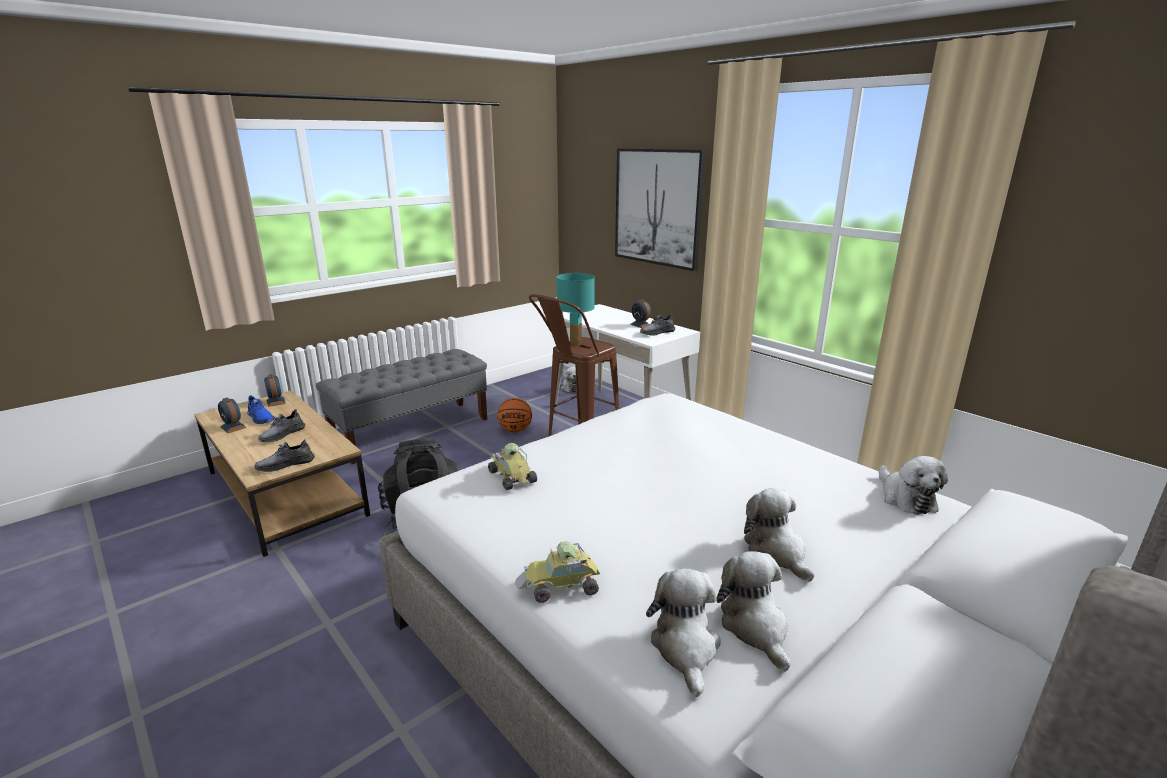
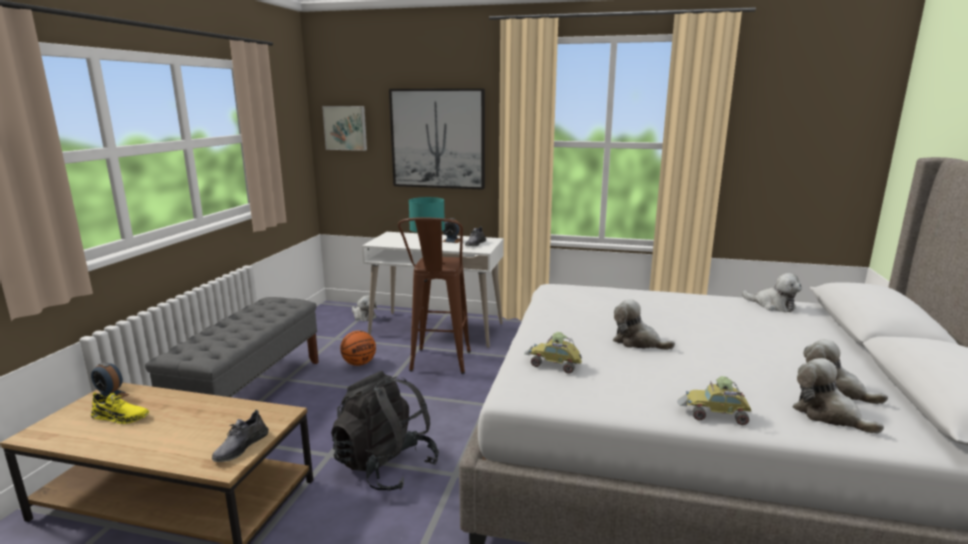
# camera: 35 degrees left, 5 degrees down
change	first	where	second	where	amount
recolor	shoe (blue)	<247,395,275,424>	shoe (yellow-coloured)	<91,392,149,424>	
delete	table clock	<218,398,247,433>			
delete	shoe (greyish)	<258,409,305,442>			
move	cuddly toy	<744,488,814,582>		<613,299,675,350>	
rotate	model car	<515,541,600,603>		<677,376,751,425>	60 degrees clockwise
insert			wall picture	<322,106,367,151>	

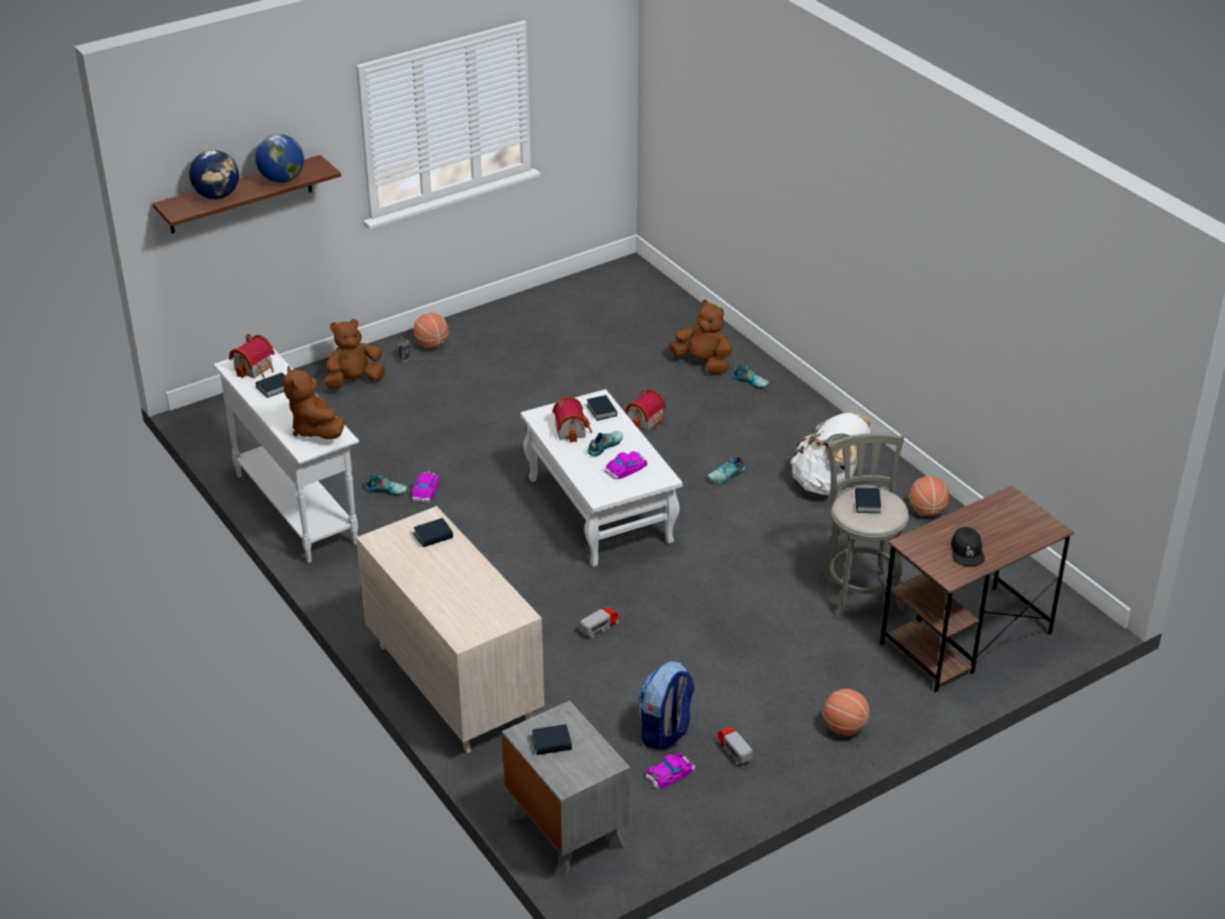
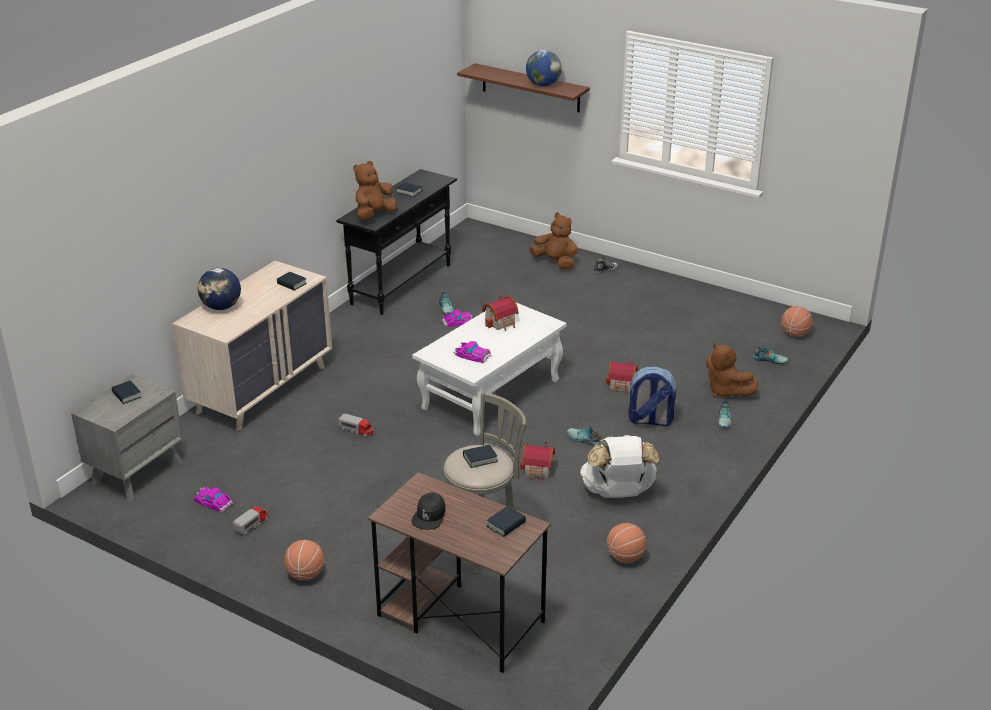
# camera: 65 degrees right, 5 degrees down
change	first	where	second	where	amount
move	desk globe	<189,150,239,199>		<198,268,241,310>	
rotate	cuddly toy (brown)	<669,300,732,374>		<706,343,758,398>	135 degrees clockwise
move	basketball ball	<414,313,449,348>		<781,306,812,337>	
move	miniature house	<229,333,275,379>		<521,441,555,482>	
recolor	narrow table (white)	<213,348,359,563>	narrow table (blackish)	<336,169,457,315>	
move	book	<587,395,617,421>		<486,506,526,537>	
move	shoe	<587,431,623,456>		<753,346,788,365>	
rotate	cap (blackish)	<951,527,985,566>		<411,493,446,530>	45 degrees counterclockwise
move	rucksack	<639,661,695,750>		<629,366,676,427>	

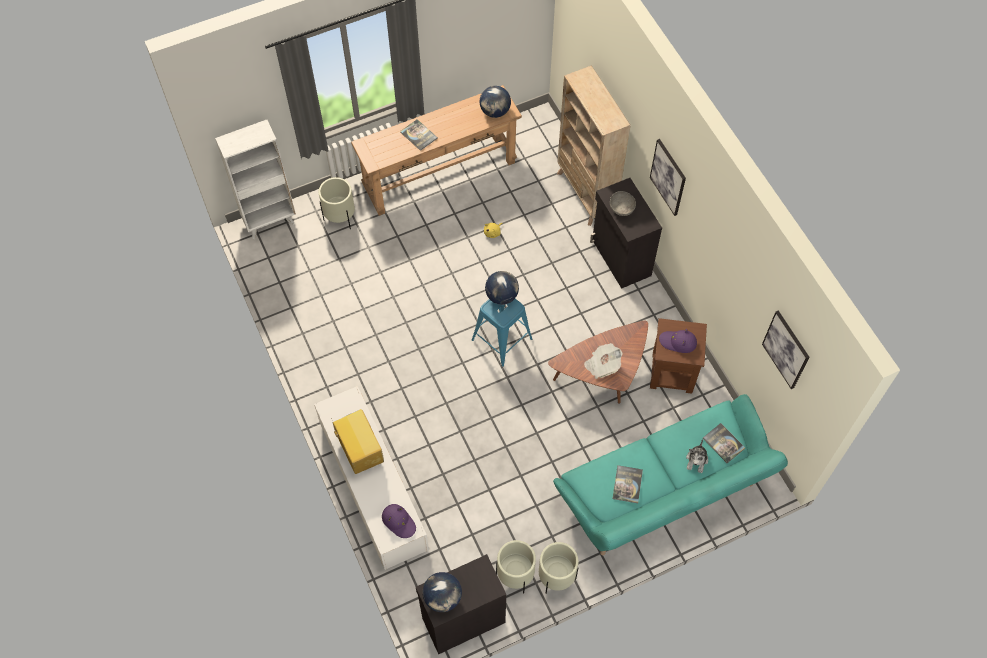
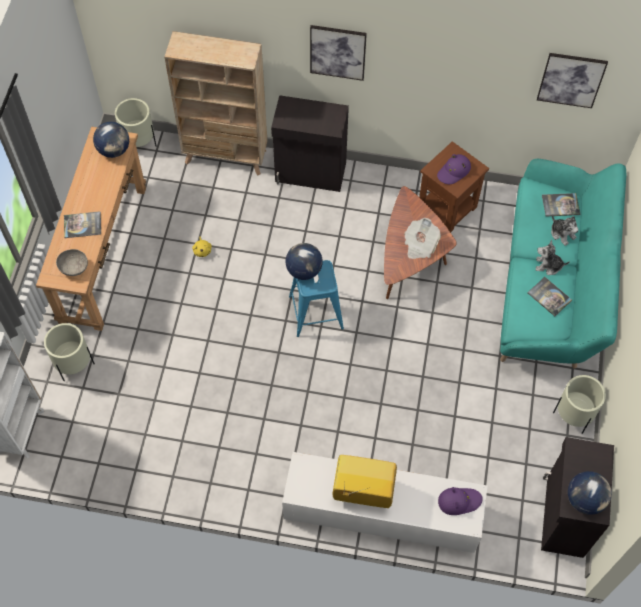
# camera: 55 degrees left, 0 degrees up
change	first	where	second	where	amount
move	deep dish (greyish)	<610,191,636,216>		<56,249,88,276>	
move	planter (sand-coloured)	<496,540,536,594>		<115,98,156,147>	
insert			cuddly toy	<536,240,570,275>	

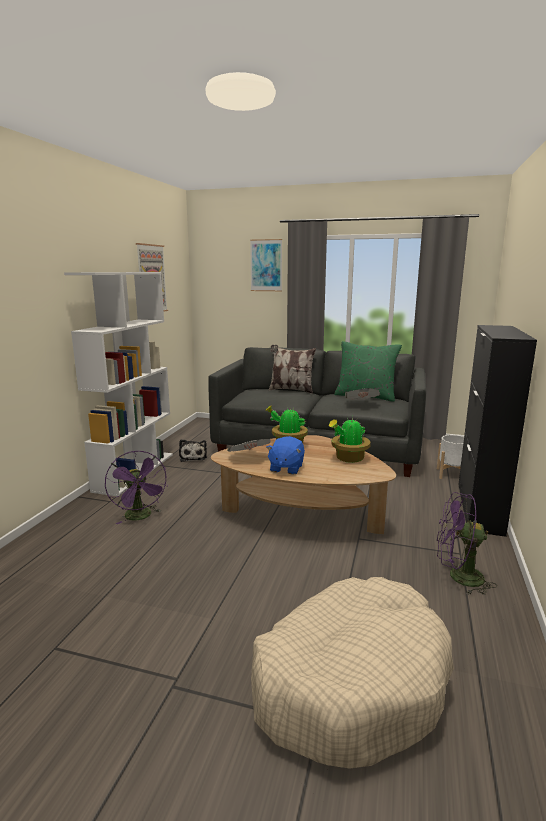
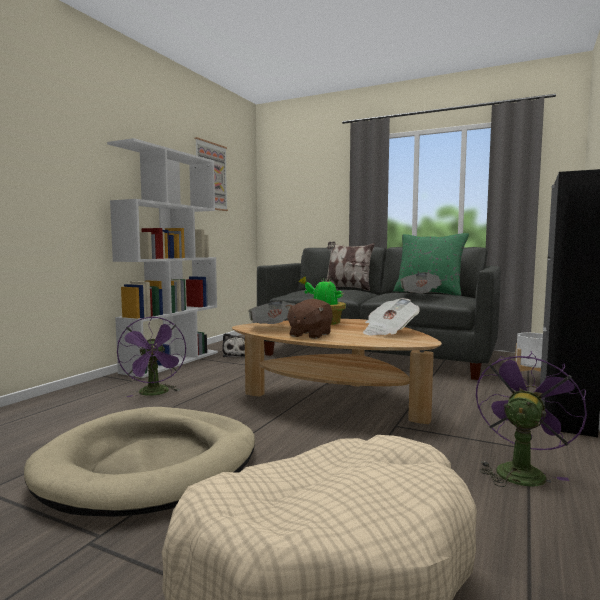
# camera: 10 degrees right, 10 degrees down
change	first	where	second	where	amount
delete	wall picture	<250,239,282,291>			
replace	houseplant	<329,417,371,463>	daily paper	<363,298,420,335>	
recolor	cuddly toy (blue)	<266,436,305,475>	cuddly toy (brown)	<286,299,333,339>	
rotate	electric fan (purplish)	<437,492,497,595>		<476,351,587,487>	105 degrees clockwise
insert			dog bed (sand-coloured)	<24,407,255,517>	

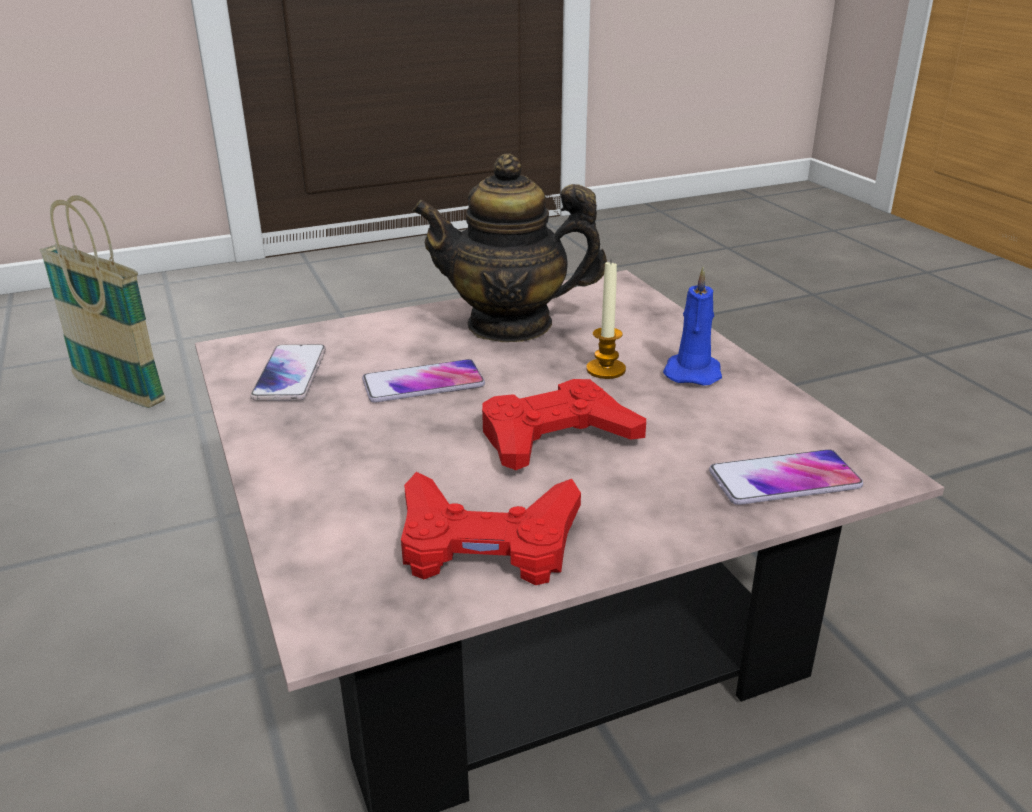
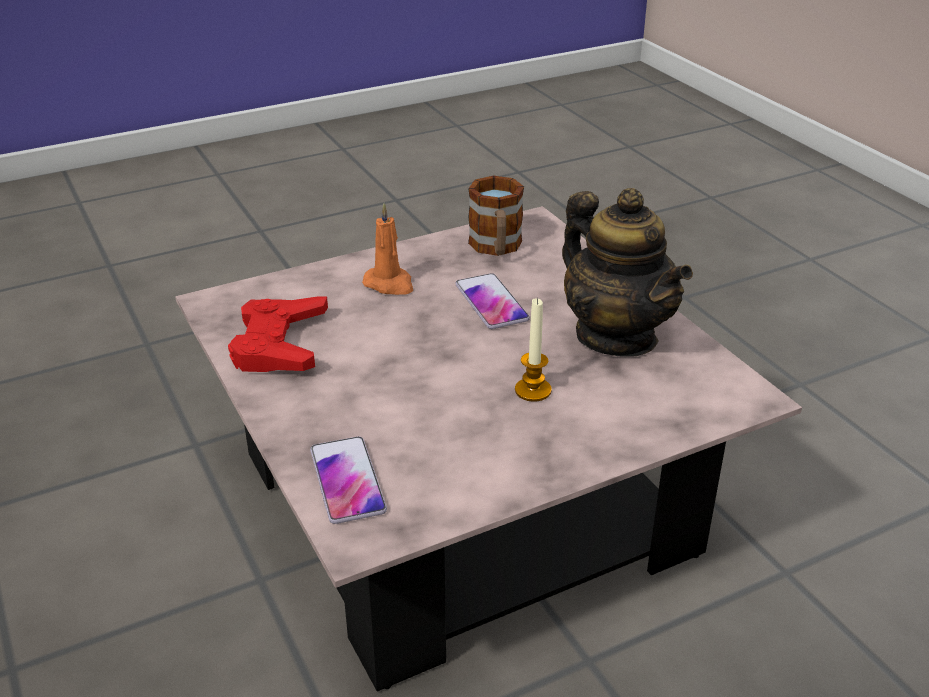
# camera: 85 degrees right, 5 degrees up
change	first	where	second	where	amount
rotate	tea pot	<412,154,607,342>		<562,188,693,357>	150 degrees clockwise
delete	storage basket	<40,195,165,408>			
delete	candle (blue)	<663,267,722,385>			
replace	phone	<250,344,326,401>	coffee mug	<468,176,524,256>	
delete	game controller (red-coloured)	<482,379,646,470>			
insert			candle (orange)	<362,203,413,295>	

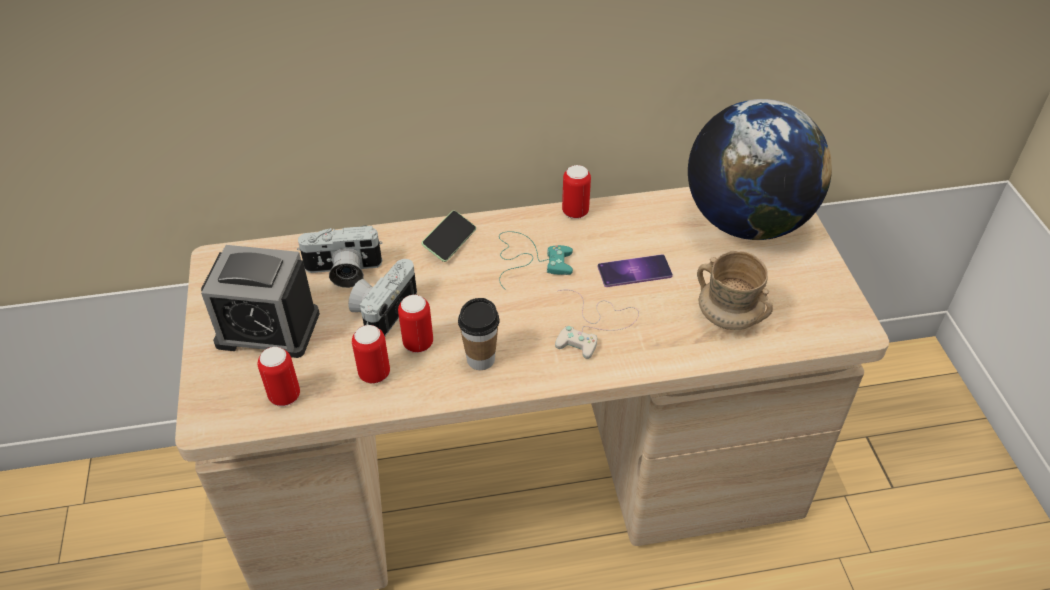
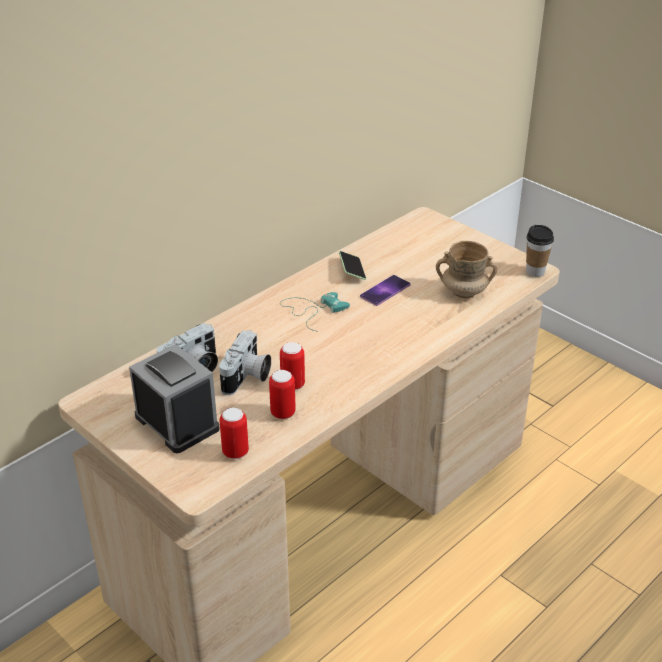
# camera: 35 degrees left, 10 degrees down
change	first	where	second	where	amount
delete	desk globe	<688,99,832,240>			
delete	can	<562,165,591,219>			
move	phone	<421,210,476,262>		<339,251,366,280>	
rotate	table clock	<201,245,320,358>		<129,344,220,453>	105 degrees counterclockwise
rotate	still camera	<348,259,417,336>		<219,330,271,395>	150 degrees counterclockwise
delete	game controller (white)	<555,289,639,359>			
move	drinking cup	<458,298,499,370>		<526,225,554,277>	

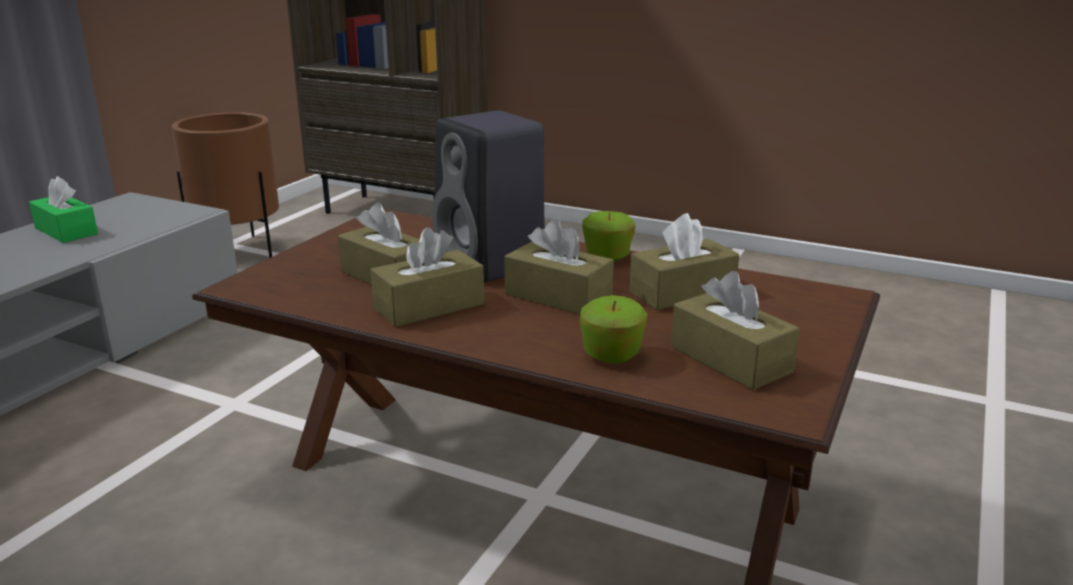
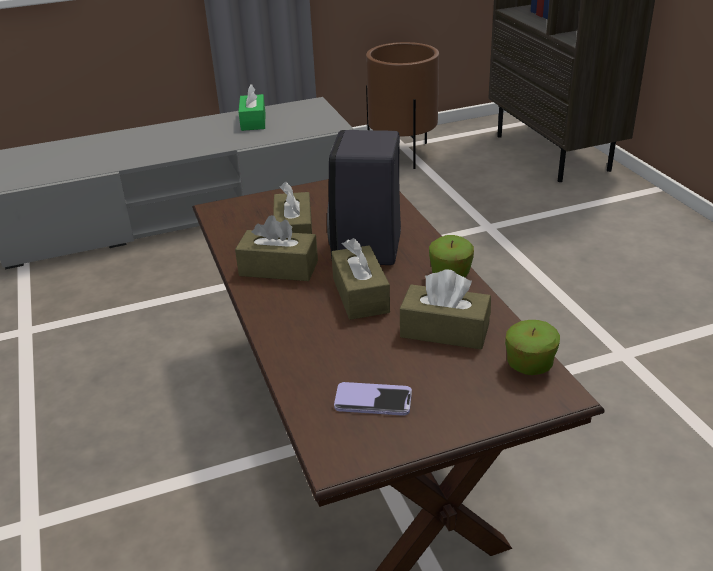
# camera: 45 degrees right, 10 degrees up
change	first	where	second	where	amount
replace	box of tissues (brown)	<671,271,800,390>	phone	<334,382,412,416>	
move	apple	<580,295,647,364>		<505,320,560,375>	

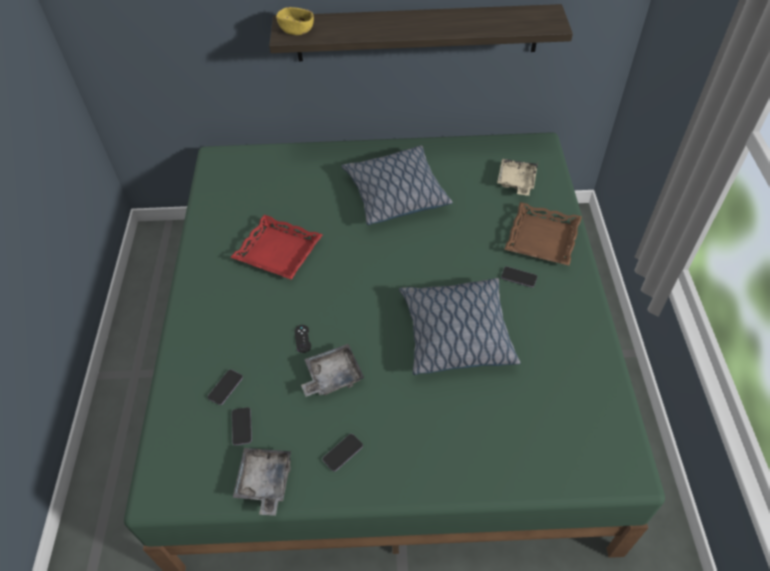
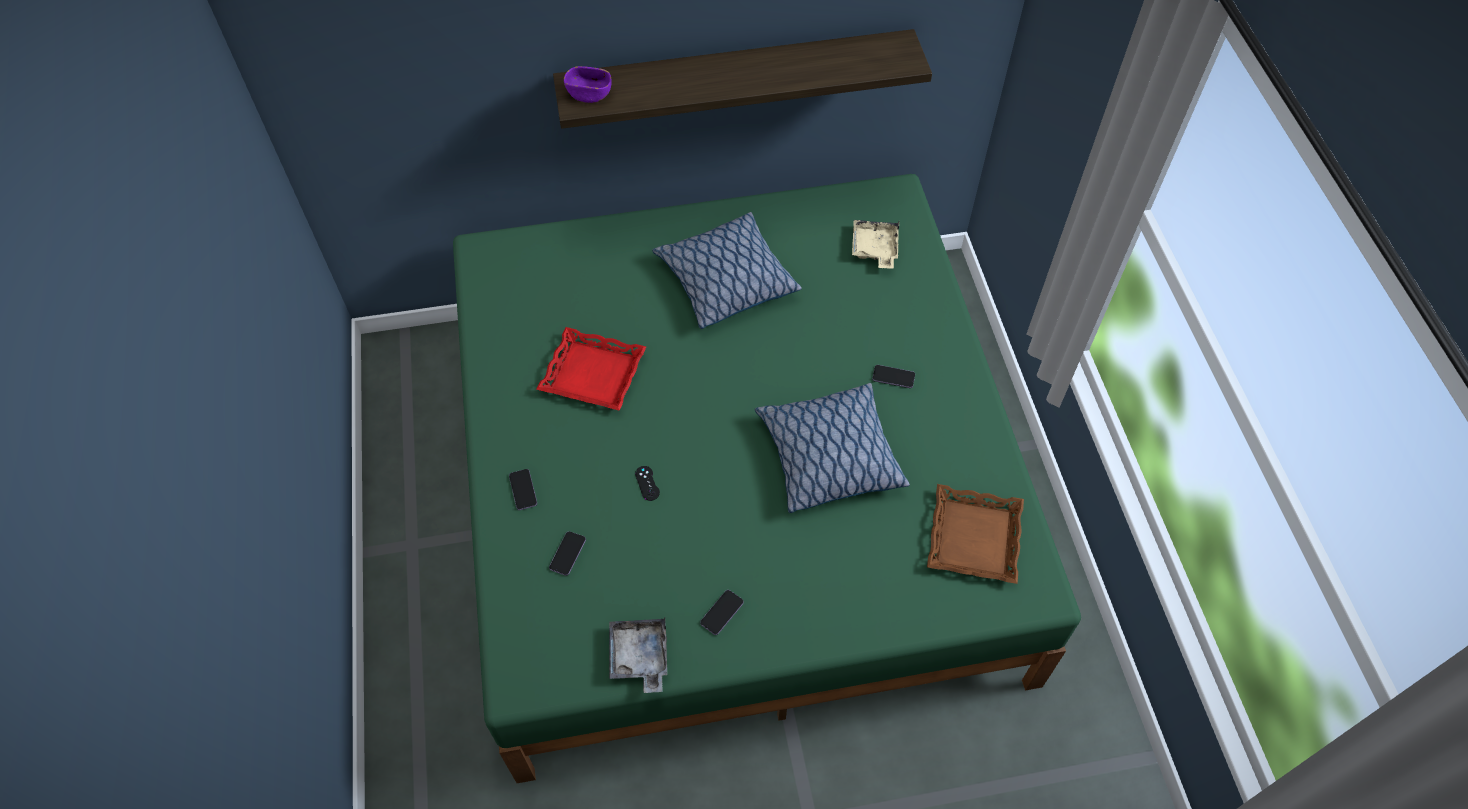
# camera: 10 degrees left, 5 degrees up
change	first	where	second	where	amount
recolor	deep dish (yellow-coloured)	<276,7,314,35>	deep dish (purplish)	<564,66,611,103>	
move	serving tray (brown)	<504,202,582,266>		<927,484,1024,584>	
delete	serving tray (greyish)	<301,344,364,397>			
move	phone	<232,407,252,446>		<509,469,537,510>	

